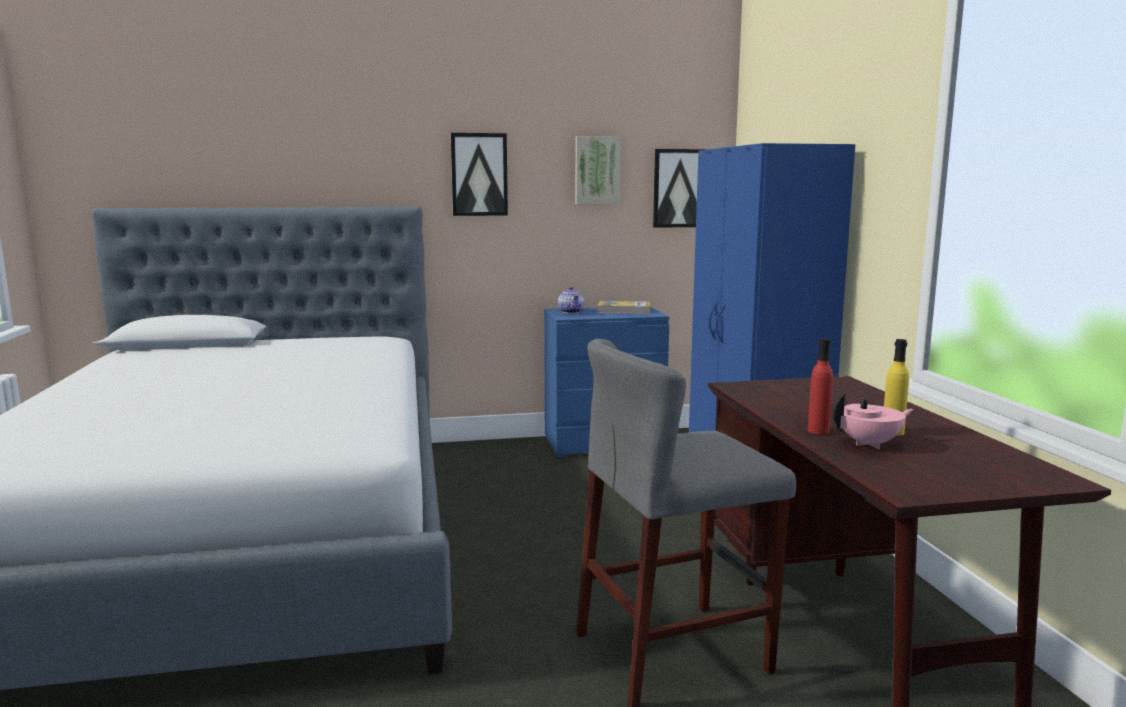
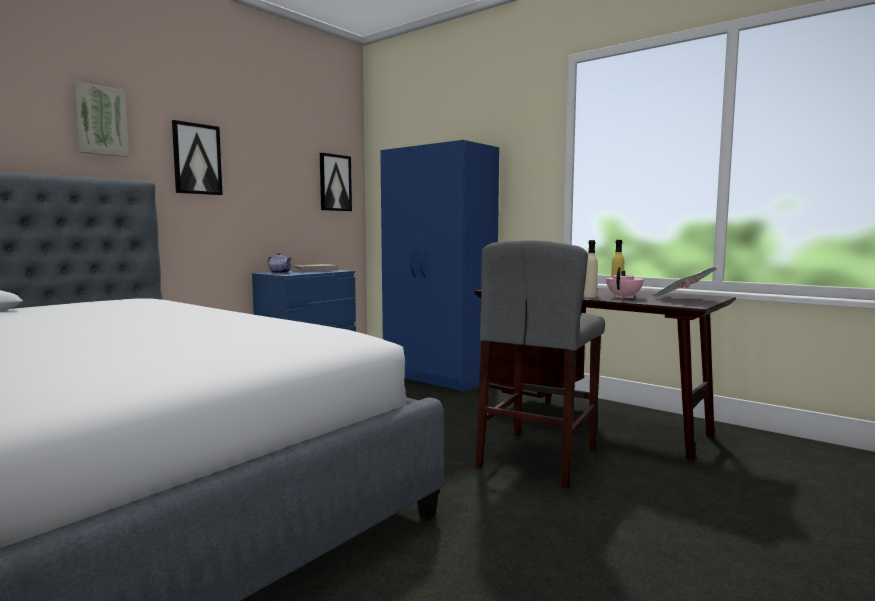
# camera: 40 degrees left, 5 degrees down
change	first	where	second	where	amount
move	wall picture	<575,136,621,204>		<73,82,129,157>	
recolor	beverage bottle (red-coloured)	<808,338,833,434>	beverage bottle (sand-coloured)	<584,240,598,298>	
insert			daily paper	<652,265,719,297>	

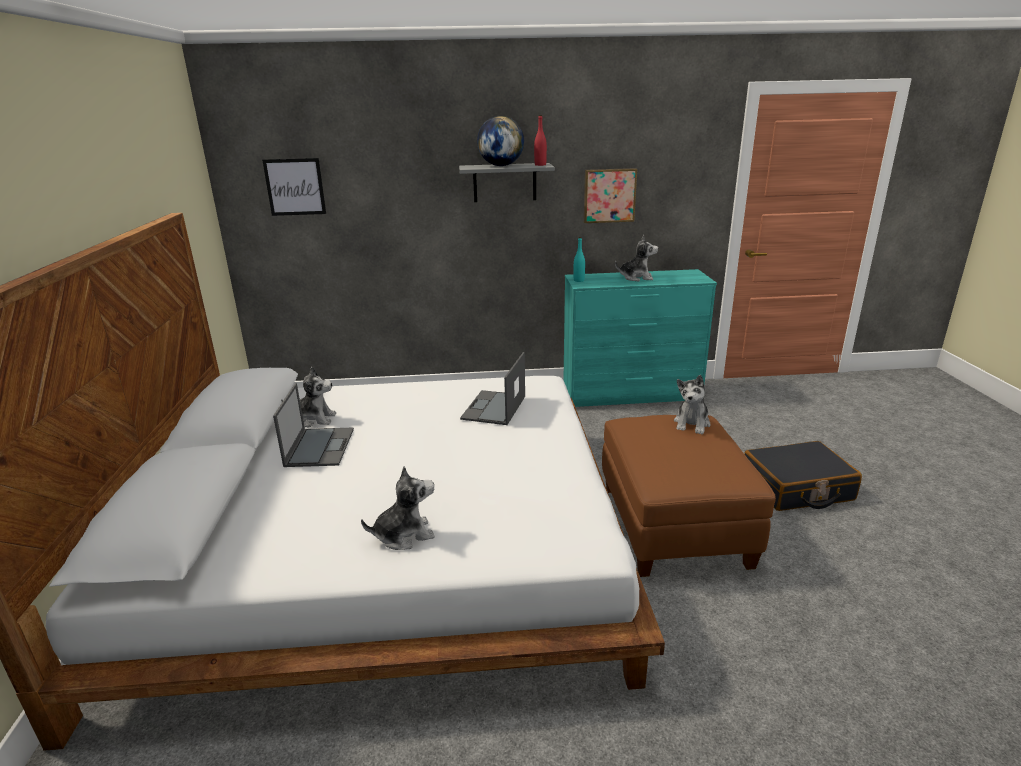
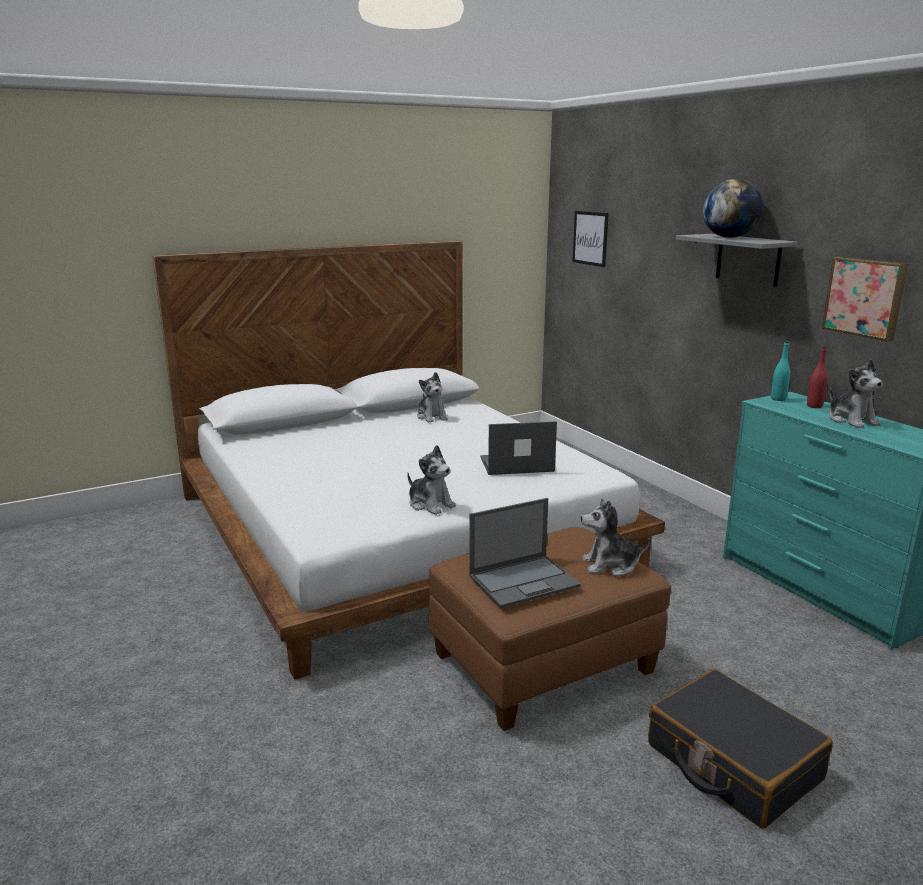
# camera: 65 degrees right, 5 degrees down
change	first	where	second	where	amount
move	beverage bottle (red-coloured)	<534,115,547,166>		<807,346,828,408>	
move	notebook computer	<273,383,354,467>		<469,498,581,608>	
move	cuddly toy	<361,466,435,550>		<407,445,456,515>	

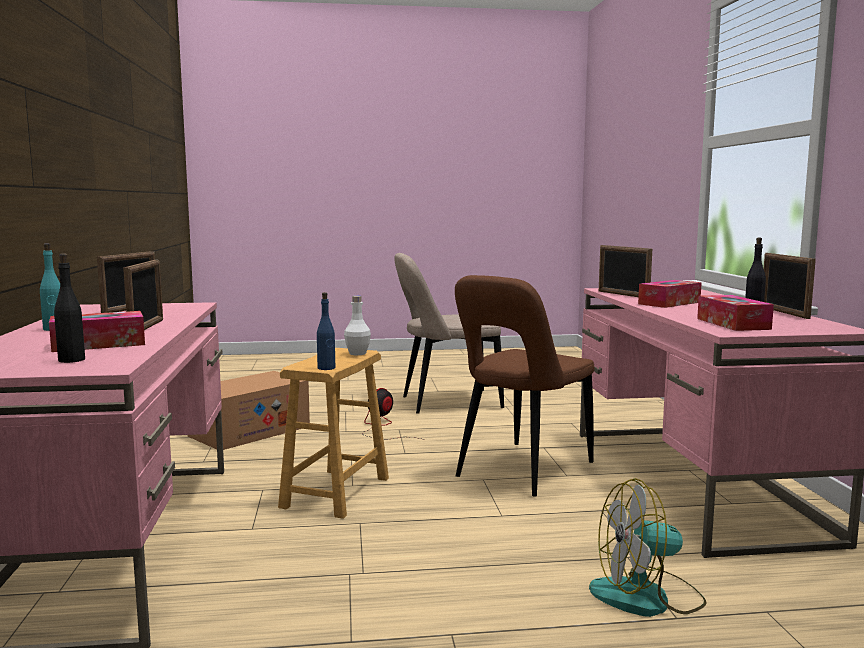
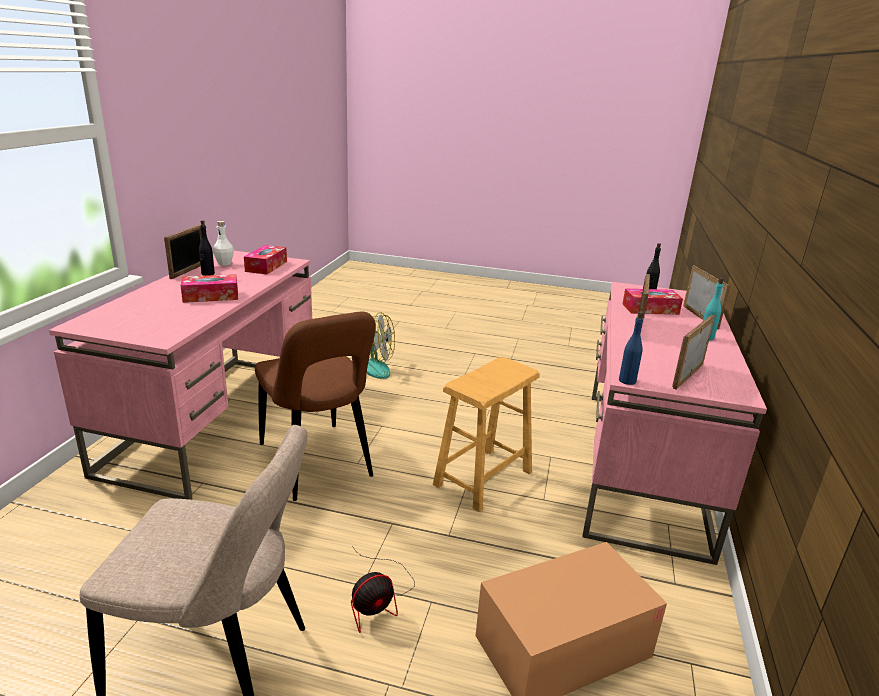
# camera: 160 degrees left, 15 degrees up
change	first	where	second	where	amount
move	photo frame	<599,245,652,297>		<683,266,730,329>	
rotate	upright chair (brown)	<455,275,595,497>		<255,312,376,501>	90 degrees clockwise
move	beverage bottle (blue)	<317,292,335,370>		<619,312,644,385>	
move	beverage bottle (white)	<344,296,371,355>		<213,221,234,266>	

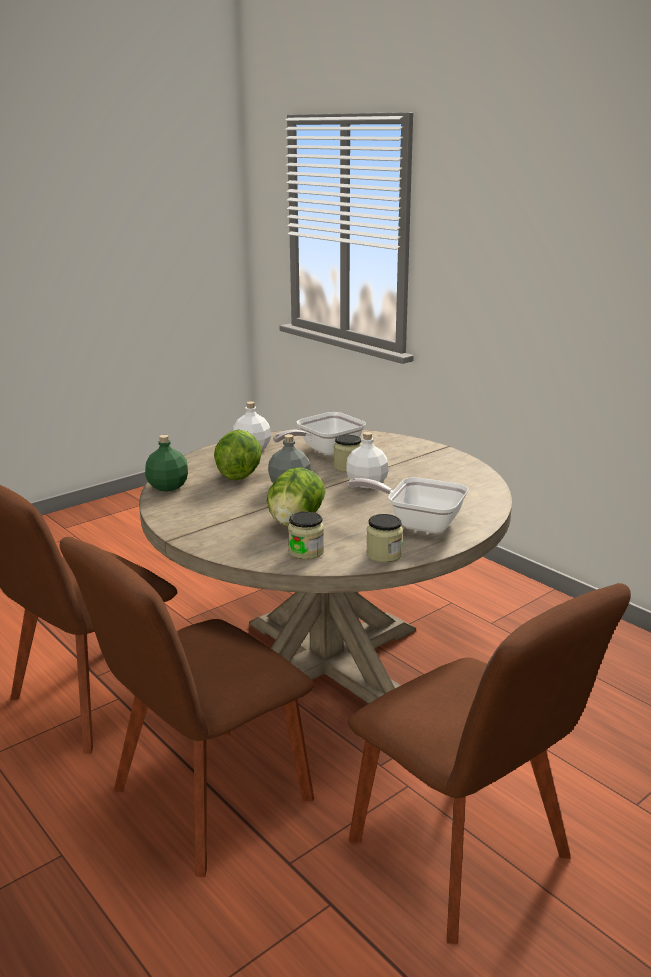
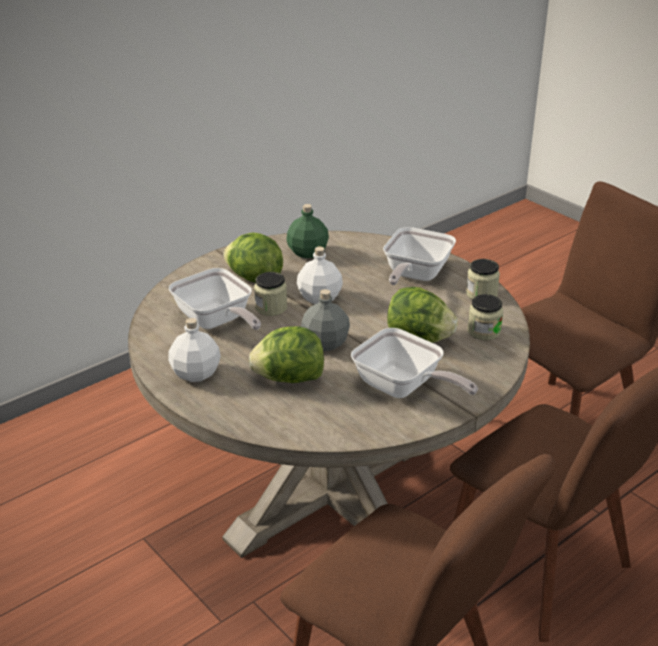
# camera: 90 degrees left, 10 degrees up
change	first	where	second	where	amount
move	beverage bottle (greenish)	<145,435,188,491>		<286,204,329,258>	
insert			head of lettuce	<223,233,283,283>	
insert			frying pan	<351,328,478,398>	

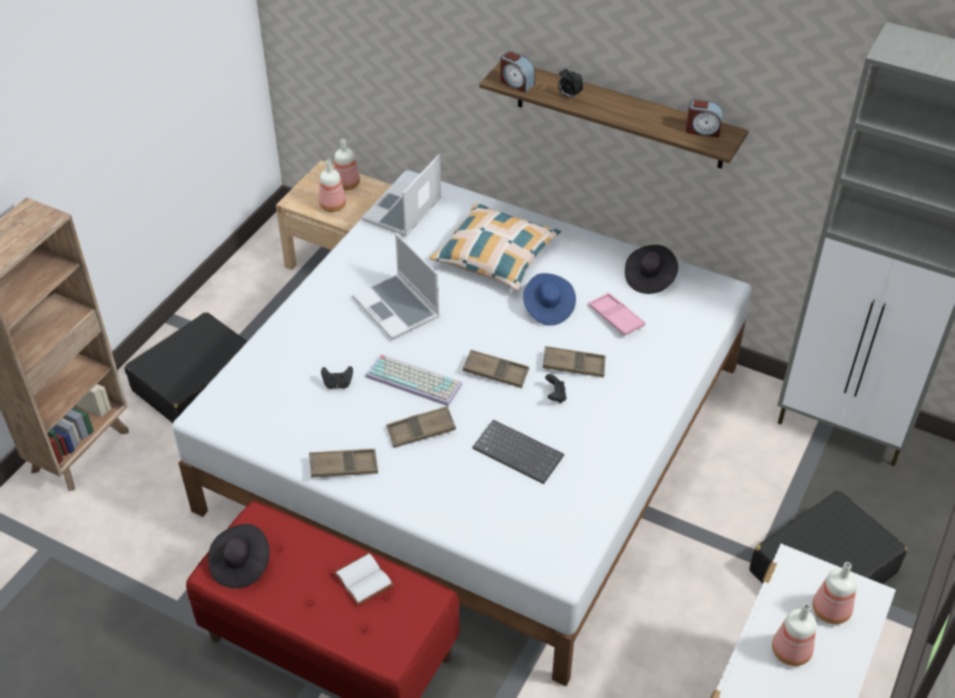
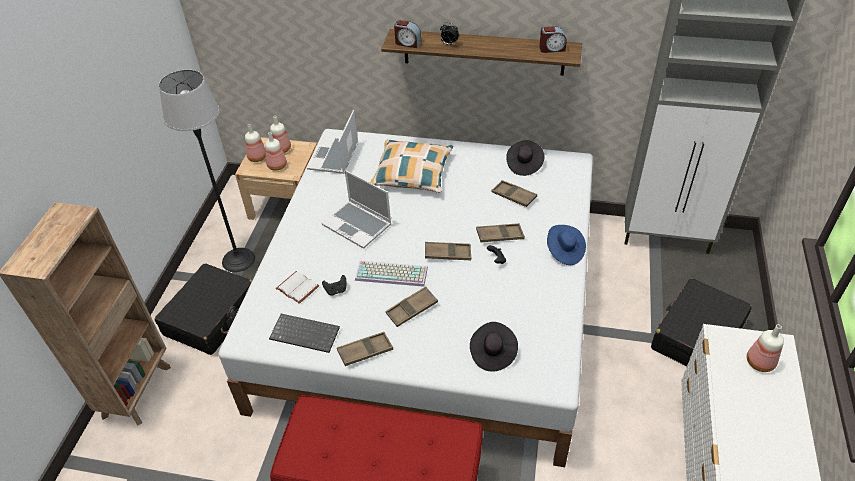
# camera: 15 degrees left, 0 degrees up
change	first	where	second	where	amount
move	hat (blue)	<523,273,576,326>		<547,225,586,265>	
recolor	serving tray (pinkish)	<588,293,645,336>	serving tray (brown)	<491,180,537,207>	
move	computer keyboard	<472,420,564,484>		<269,314,340,353>	
move	hat (blackish)	<208,524,269,588>		<470,322,518,371>	
move	book (white)	<333,553,394,606>		<276,271,319,304>	
move	beverage bottle	<772,603,816,666>		<245,124,266,162>	
insert			standing lamp	<159,70,255,272>	

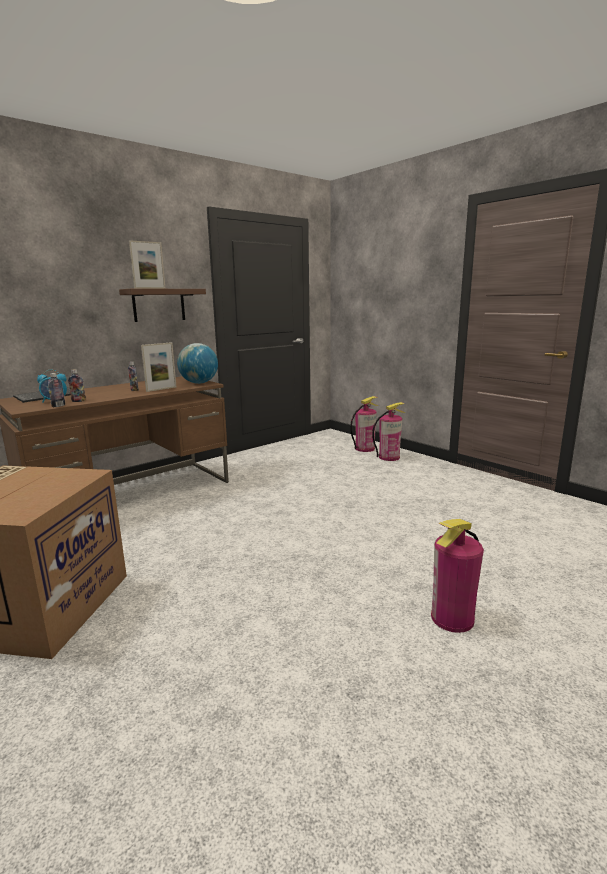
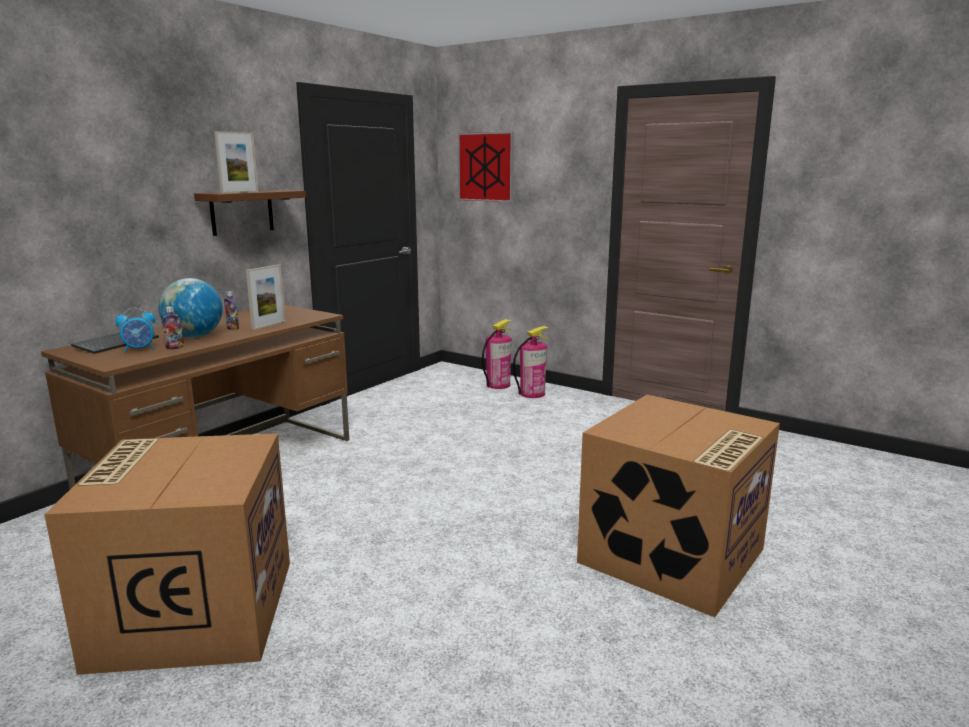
# camera: 15 degrees left, 0 degrees up
change	first	where	second	where	amount
move	desk globe	<177,343,218,384>		<158,278,223,338>	
delete	beverage bottle	<48,373,65,407>			
replace	fire extinguisher	<431,519,484,633>	carton	<577,395,780,617>	
insert			wall picture	<457,132,514,202>	

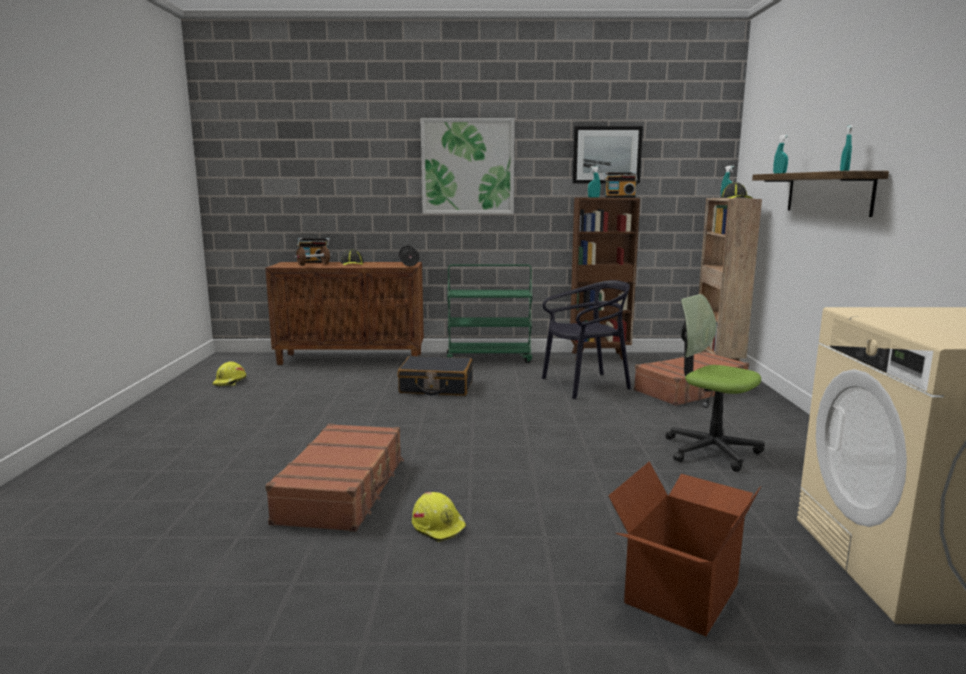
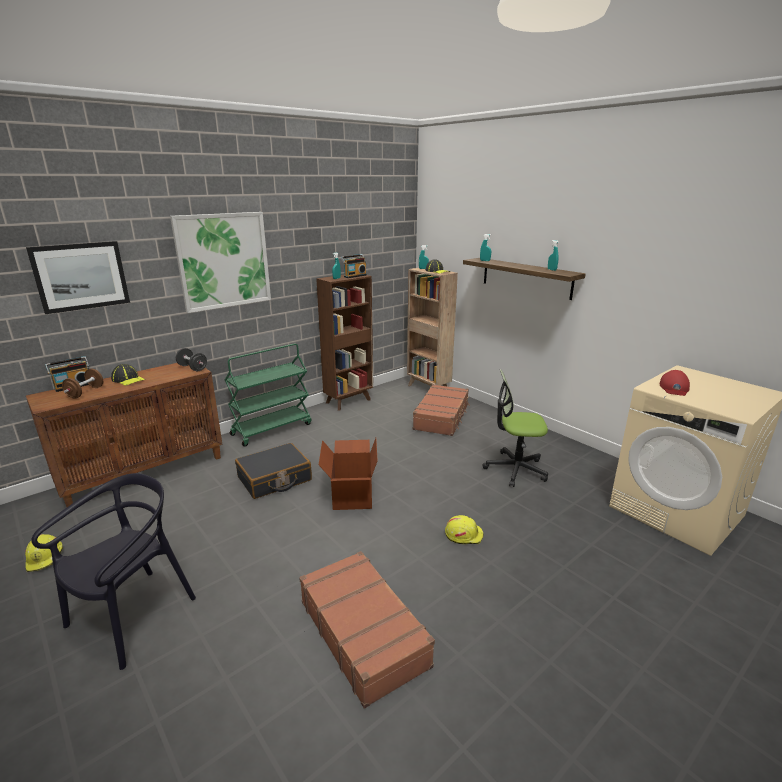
# camera: 40 degrees left, 10 degrees up
change	first	where	second	where	amount
move	wall picture	<572,126,643,184>		<26,241,130,314>	
move	upright chair (blackish)	<542,280,631,399>		<31,473,196,670>	
move	carton	<608,461,761,636>		<319,438,378,510>	
move	hard hat (yellow-coloured)	<412,492,467,542>		<445,515,484,544>	
insert			cap (red-coloured)	<660,370,690,396>	

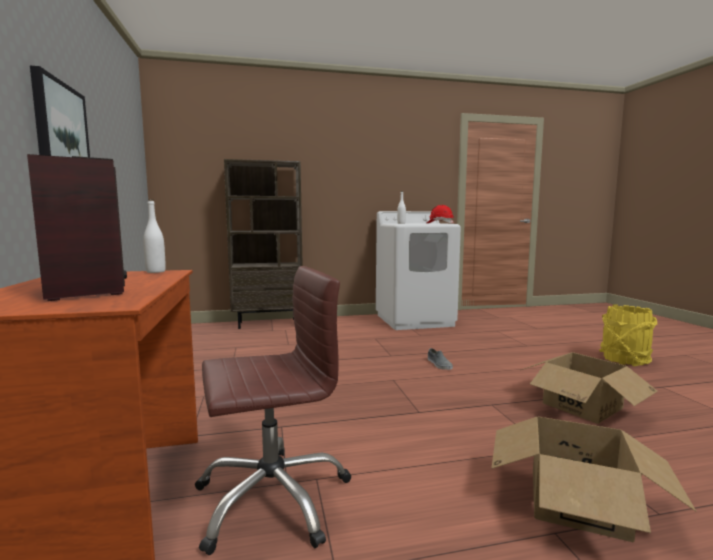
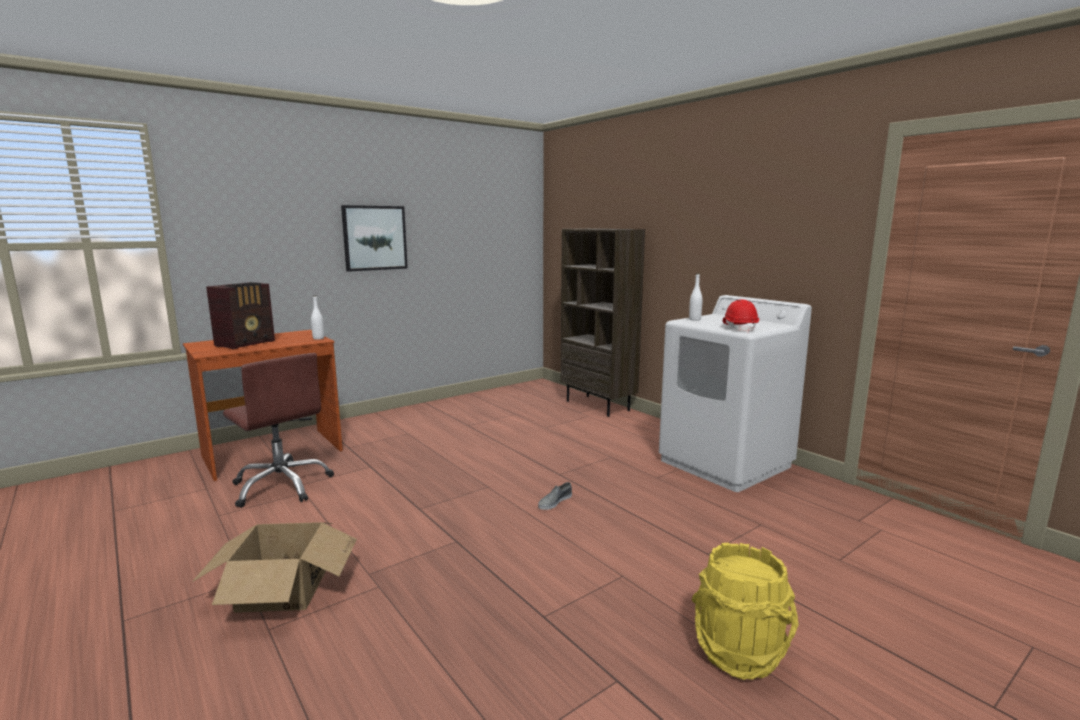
# camera: 65 degrees right, 5 degrees up
change	first	where	second	where	amount
delete	carton	<522,352,658,424>			

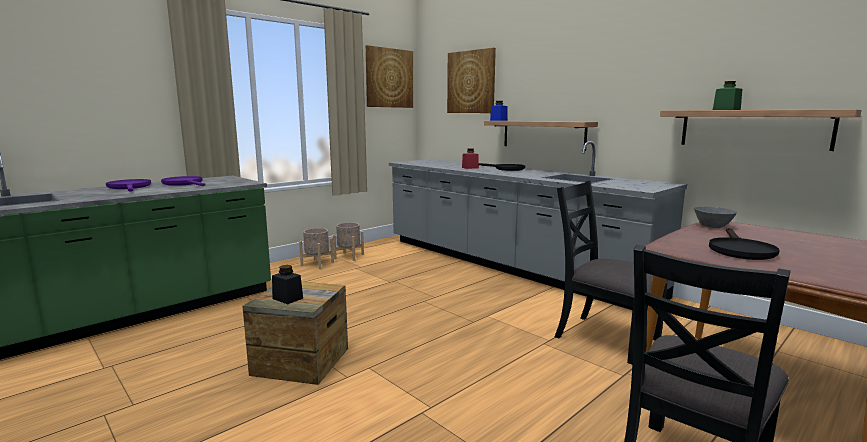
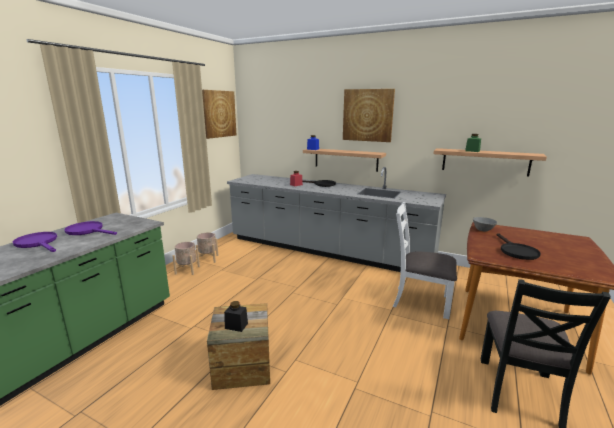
# camera: 20 degrees left, 5 degrees up
change	first	where	second	where	amount
move	wall picture	<447,48,496,113>		<343,89,395,142>	
recolor	upright chair (blackish)	<554,180,670,364>	upright chair (white)	<393,202,457,319>	

